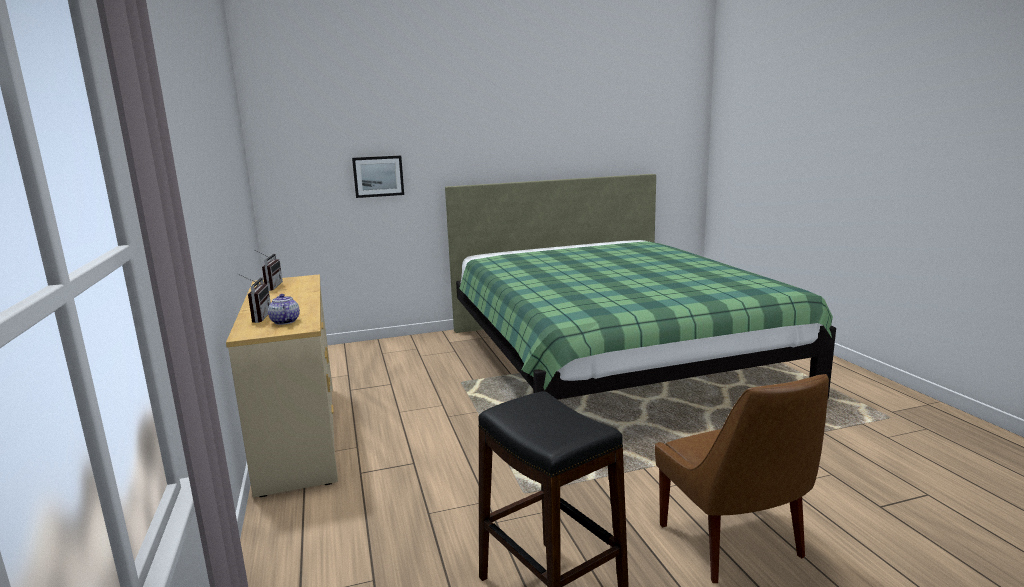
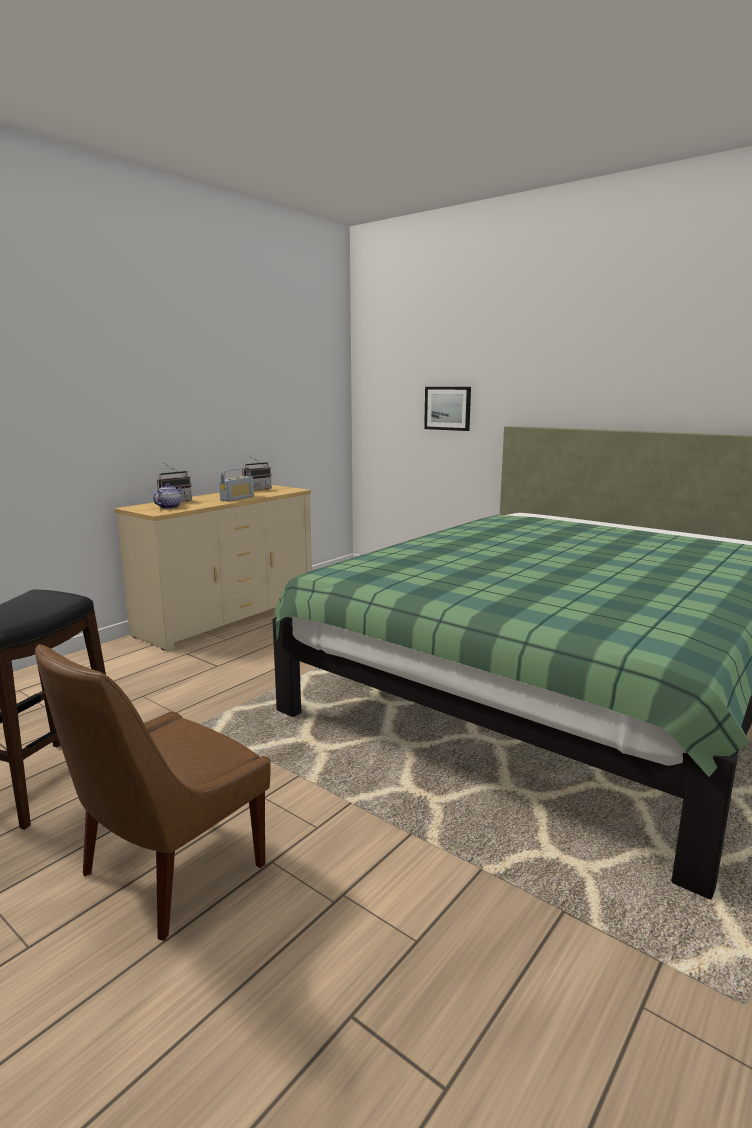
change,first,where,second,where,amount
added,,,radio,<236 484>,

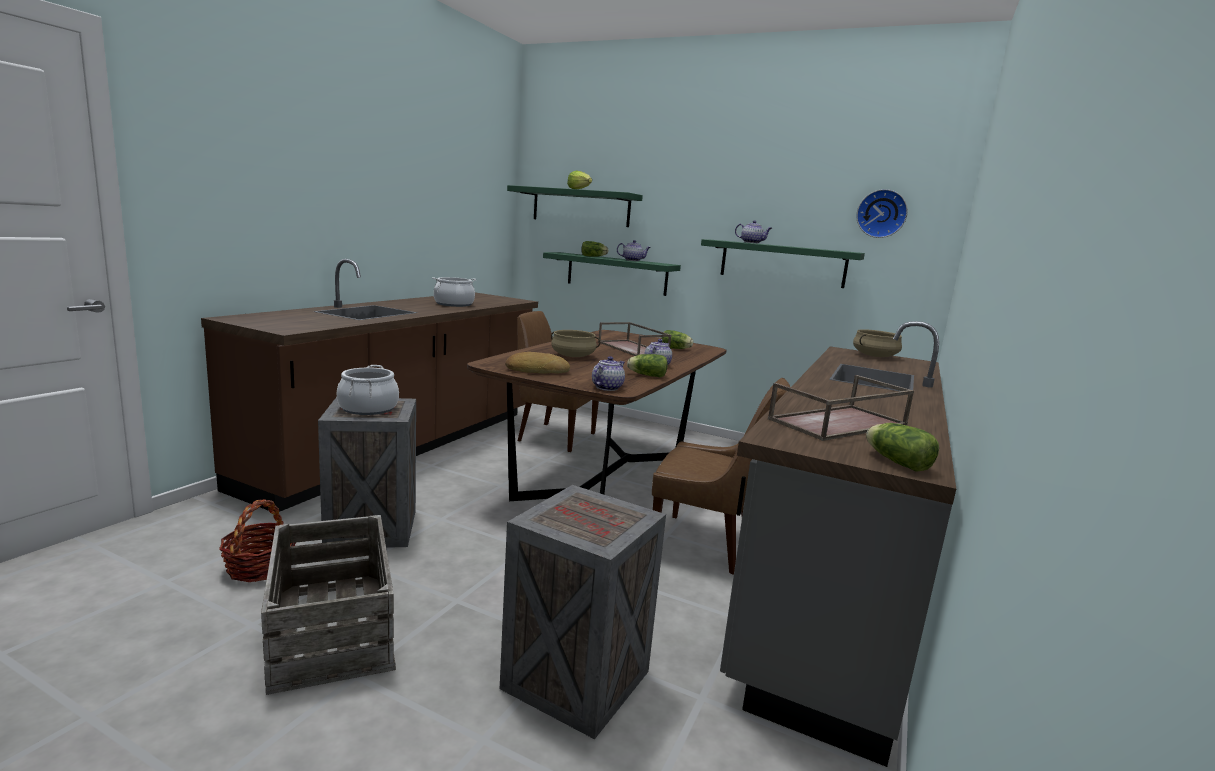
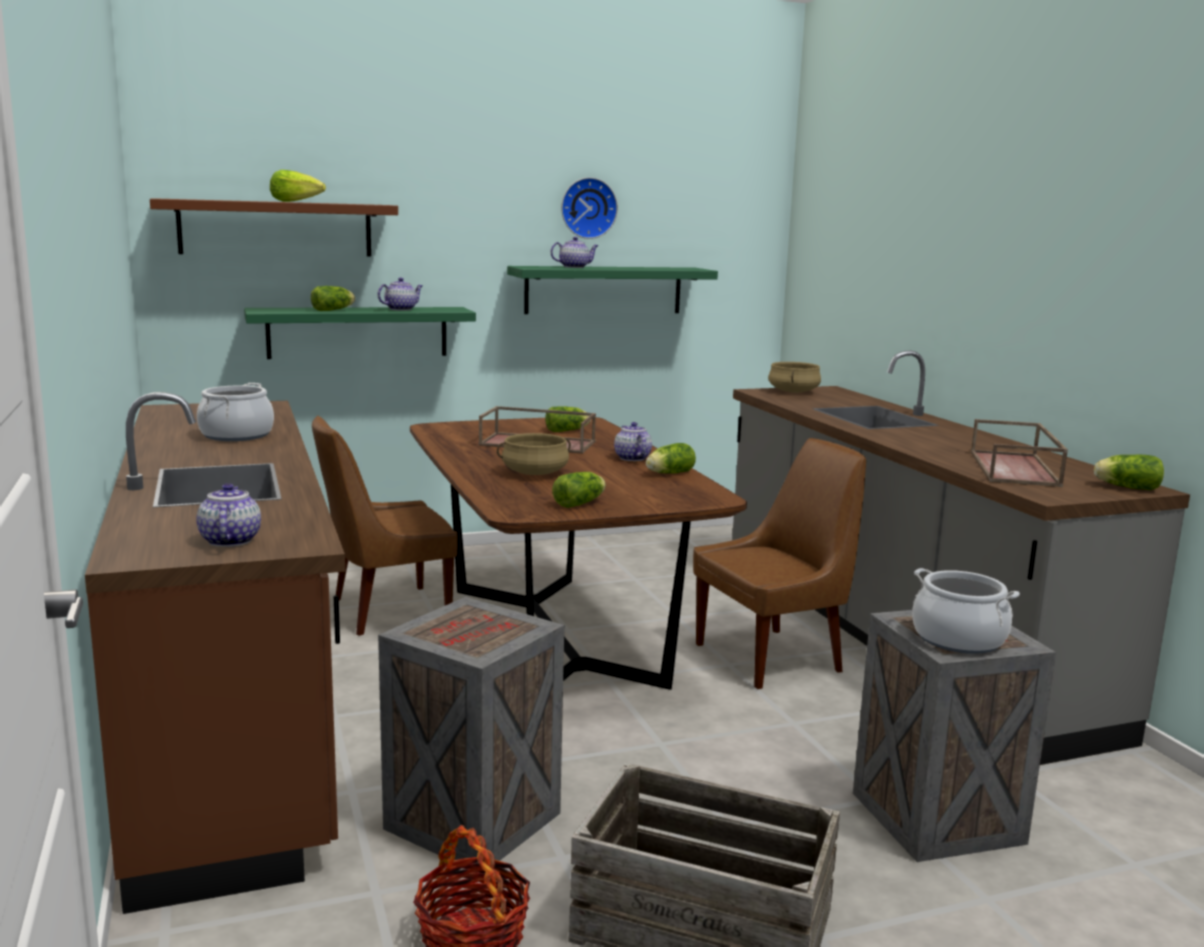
change,first,where,second,where,amount
moved,marmite,<368 390>,,<966 611>,
replaced,pain,<537 363>,laitue,<579 490>,
recoloured,étagère/vert,<575 206>,étagère/marron,<274 227>,
moved,théière,<608 373>,,<228 515>,
moved,horloge murale,<882 213>,,<589 208>,

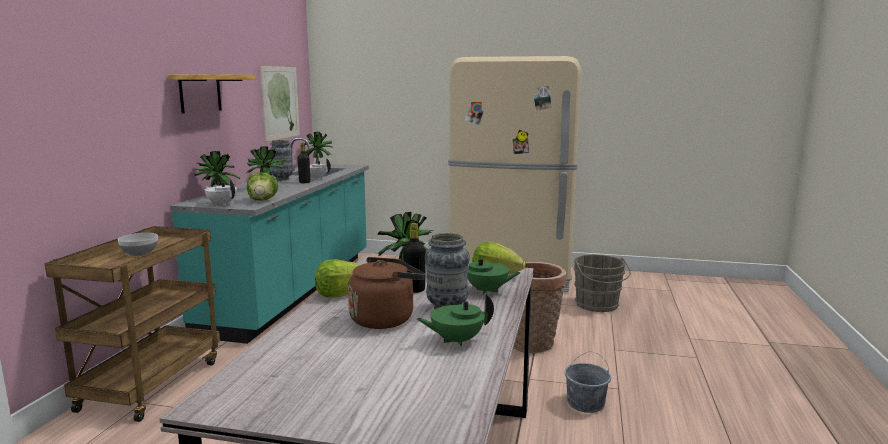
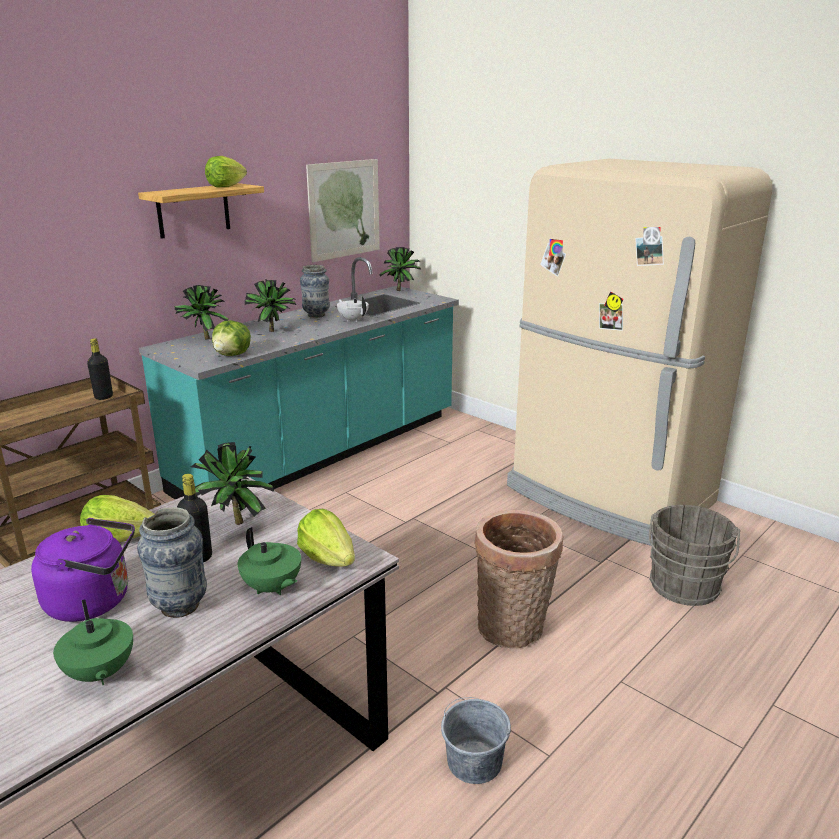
change,first,where,second,where,amount
removed,bol,<138 244>,,,
removed,théière/blanc,<221 192>,,,
moved,bouteille/noir,<303 163>,,<100 369>,
recoloured,bouilloire/marron,<386 293>,bouilloire/violet,<83 570>,
turned,théière/vert,<455 320>,,<93 643>,135 degrees counterclockwise
added,,,laitue,<226 172>,

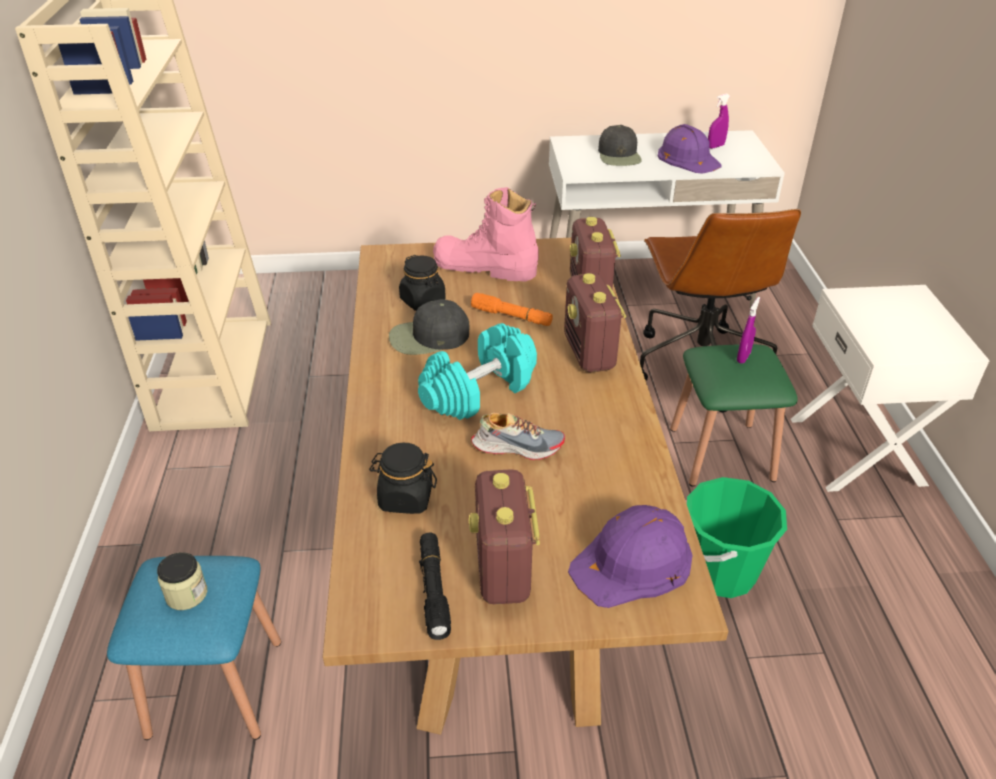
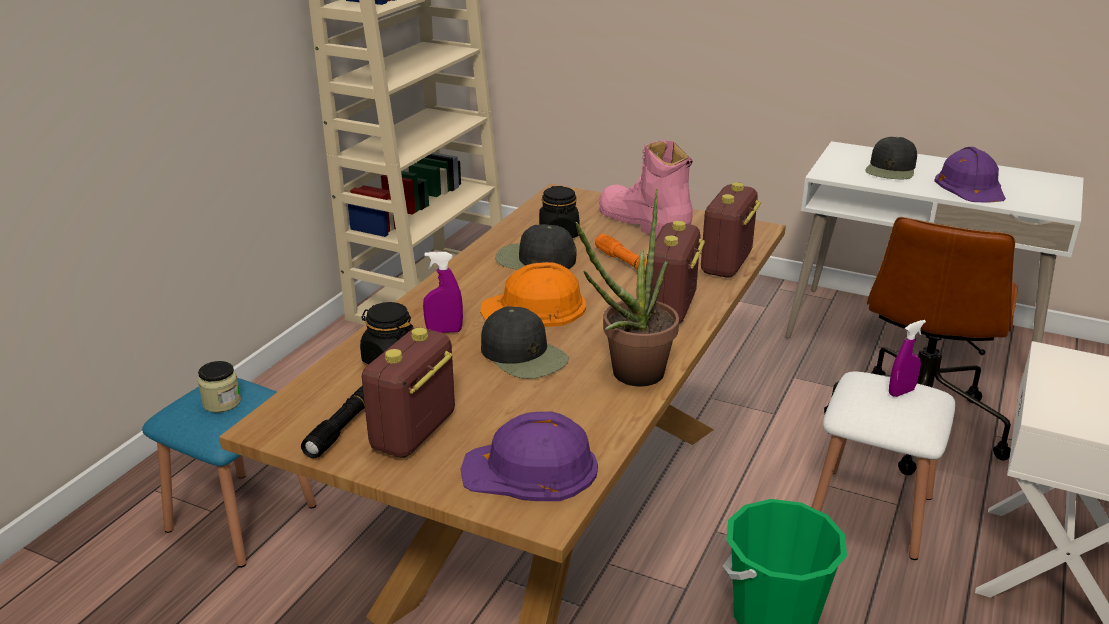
change,first,where,second,where,amount
replaced,haltère/turquoise,<477 371>,casque de chantier/orange,<533 294>,
replaced,chaussure,<518 436>,casquette/noir,<525 342>,
recoloured,tabouret/vert,<734 415>,tabouret/blanc,<883 466>,
moved,vaporisateur/violet,<719 121>,,<443 292>,
added,,,plante en pot,<627 287>,

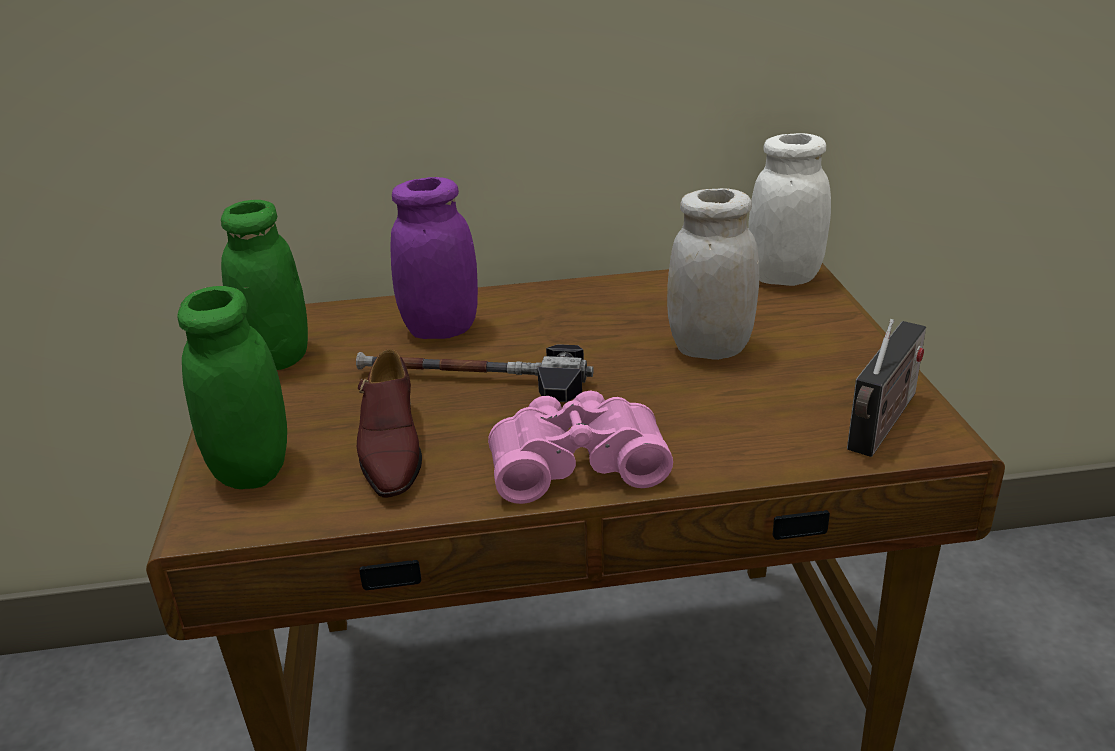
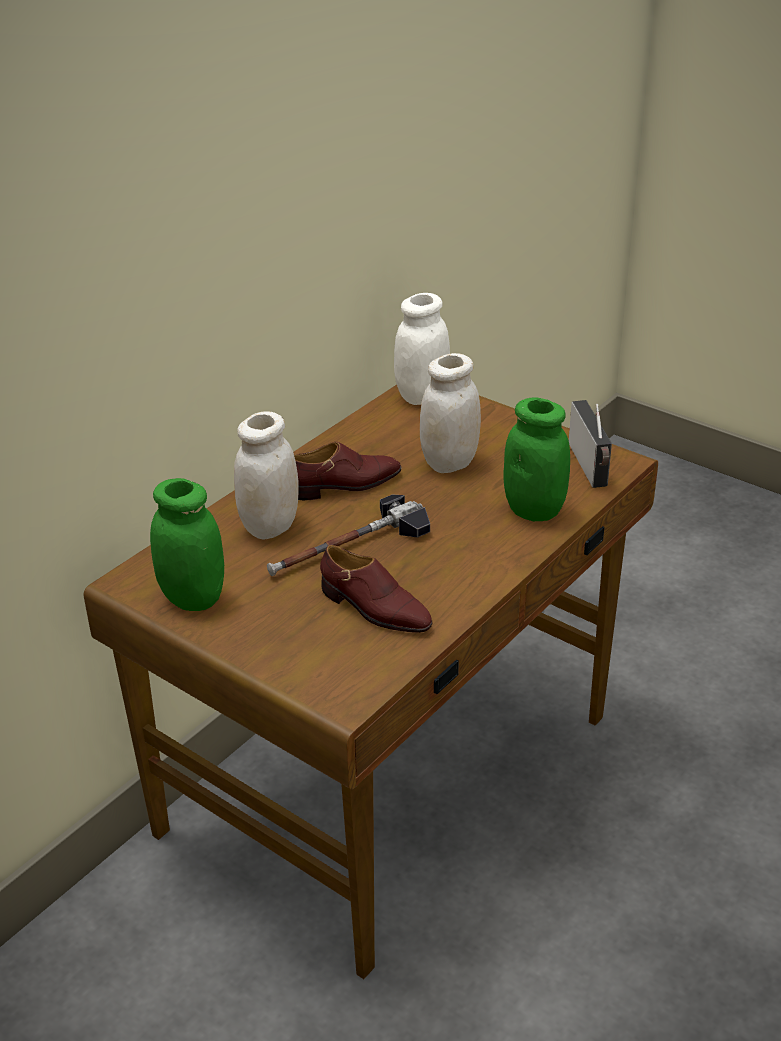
change,first,where,second,where,amount
moved,bocal/vert,<232 387>,,<536 459>,
recoloured,bocal/violet,<434 258>,bocal/blanc,<266 475>,
removed,jumelles/rose,<580 447>,,,
added,,,chaussure/marron,<347 471>,

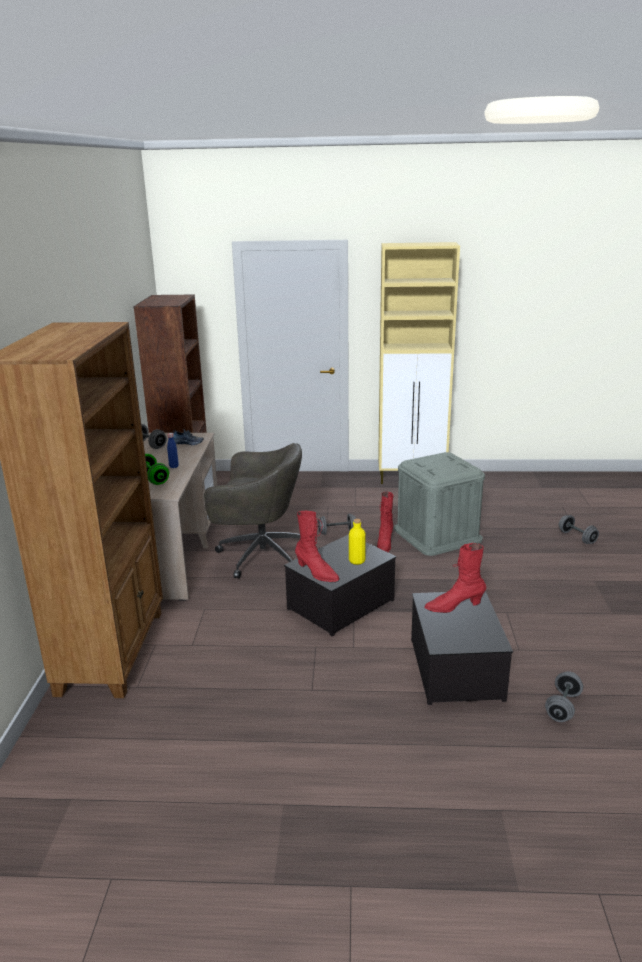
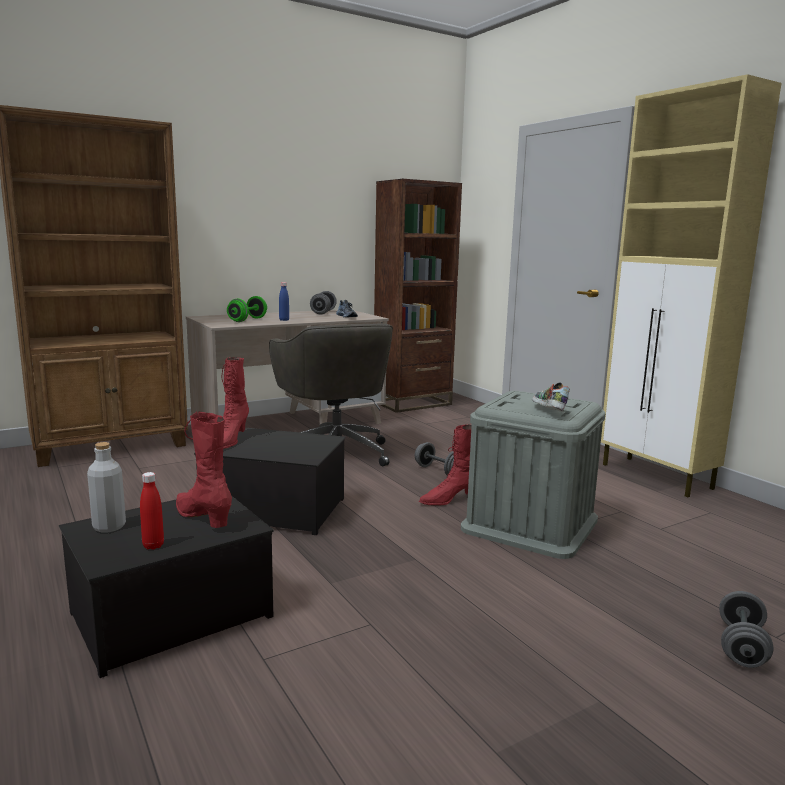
change,first,where,second,where,amount
removed,bouteille/jaune,<357 542>,,,
removed,haltère/gris,<564 696>,,,
added,,,bouteille/gris,<106 487>,
added,,,bouteille/rouge,<152 511>,
added,,,chaussure,<551 397>,

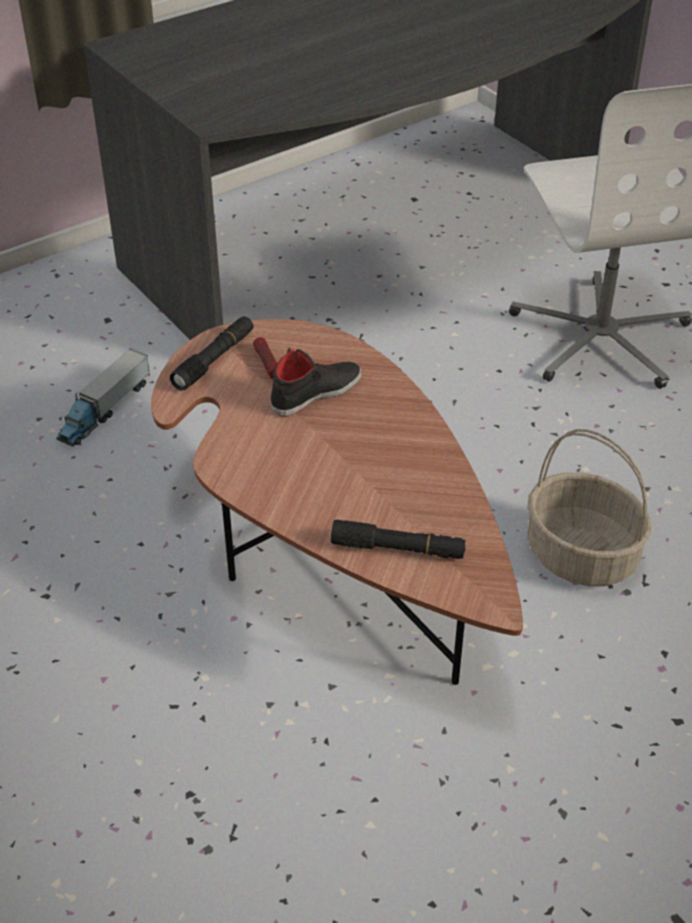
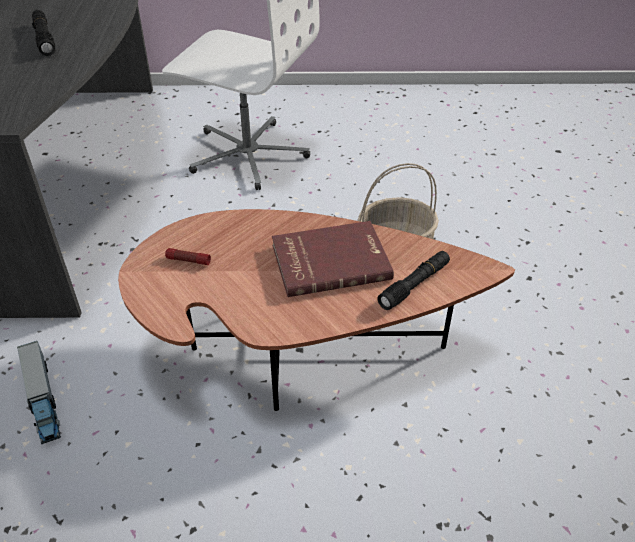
change,first,where,second,where,amount
moved,lampe de poche/noir,<211 353>,,<43 33>,
removed,chaussure/noir,<316 382>,,,
added,,,livre/rouge,<333 259>,

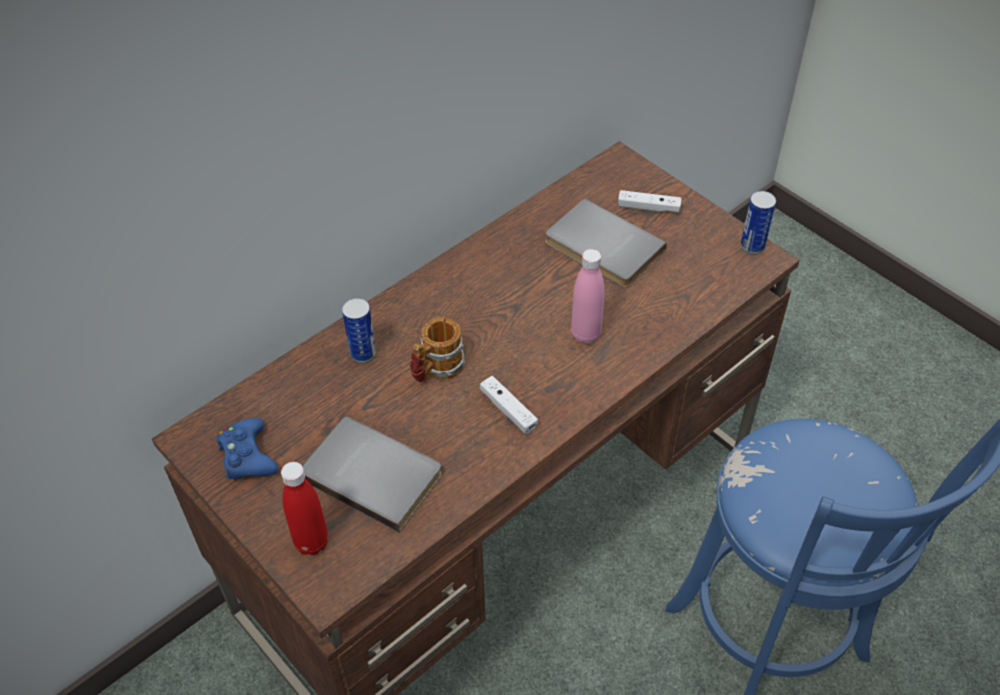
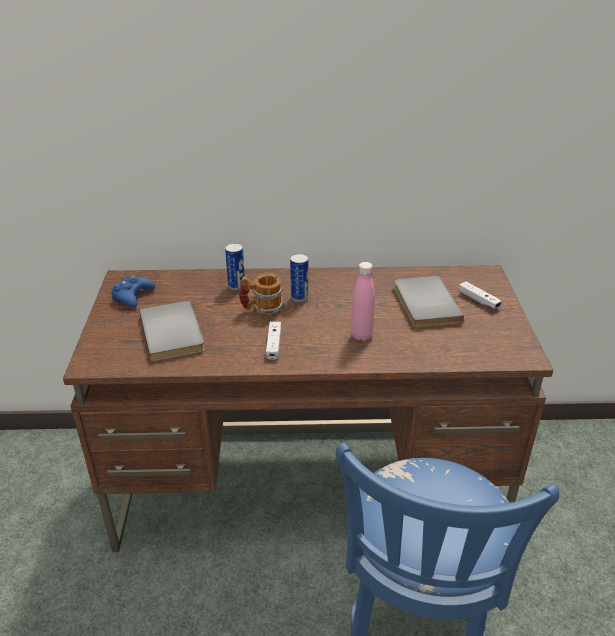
change,first,where,second,where,amount
removed,bouteille/rouge,<304 508>,,,
moved,boîte métallique,<758 222>,,<299 278>,

